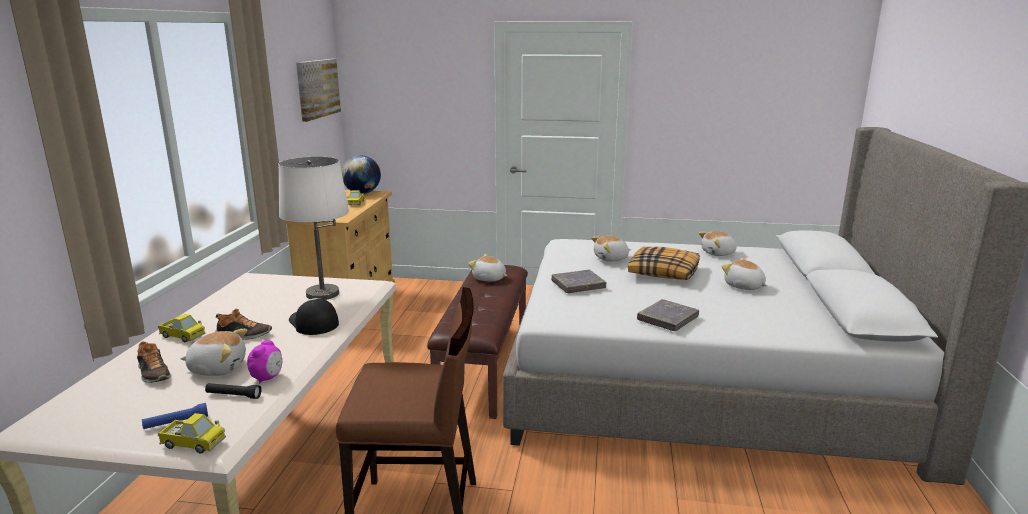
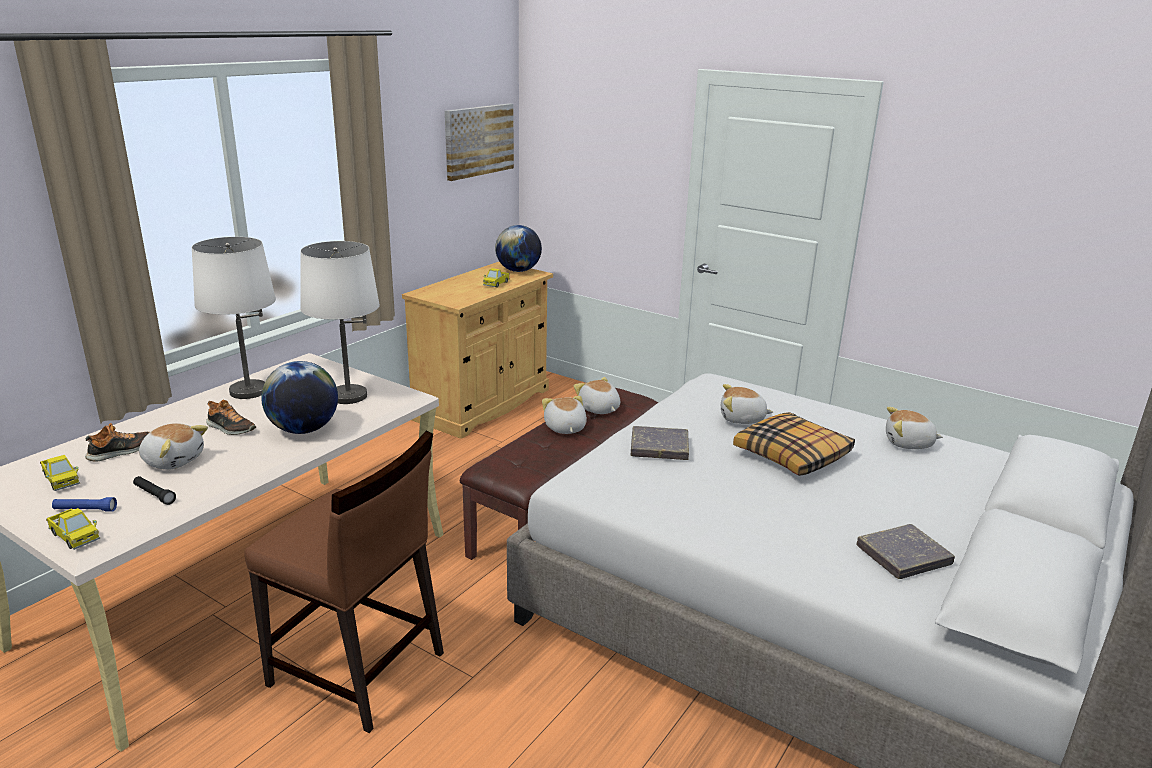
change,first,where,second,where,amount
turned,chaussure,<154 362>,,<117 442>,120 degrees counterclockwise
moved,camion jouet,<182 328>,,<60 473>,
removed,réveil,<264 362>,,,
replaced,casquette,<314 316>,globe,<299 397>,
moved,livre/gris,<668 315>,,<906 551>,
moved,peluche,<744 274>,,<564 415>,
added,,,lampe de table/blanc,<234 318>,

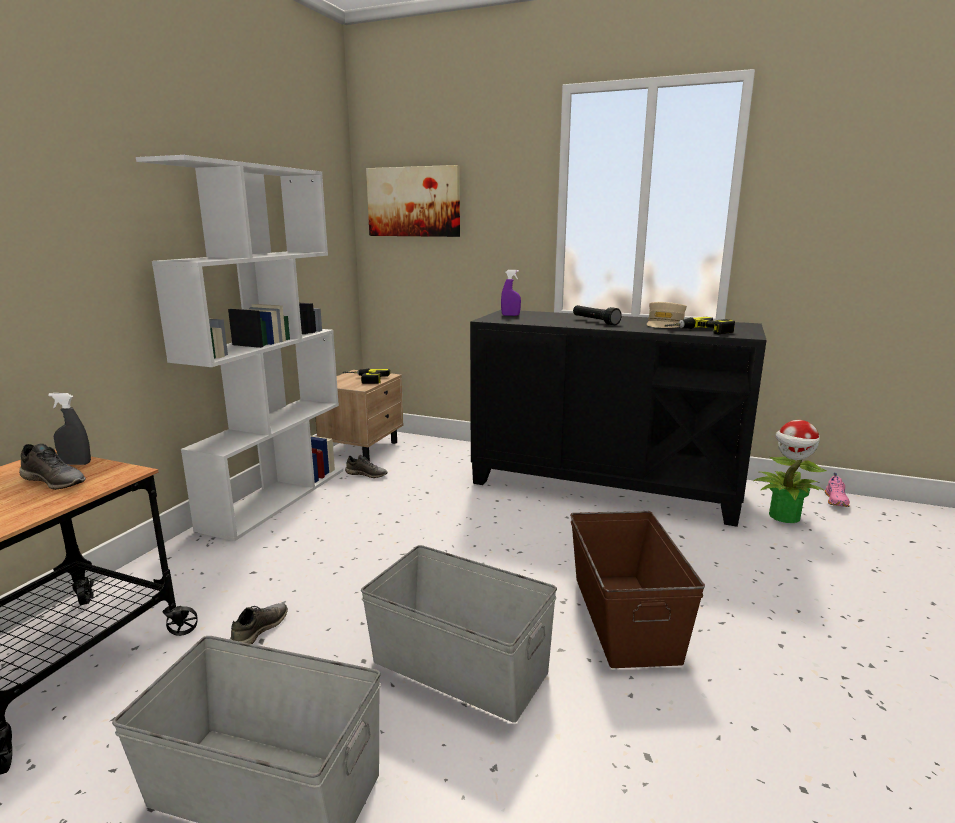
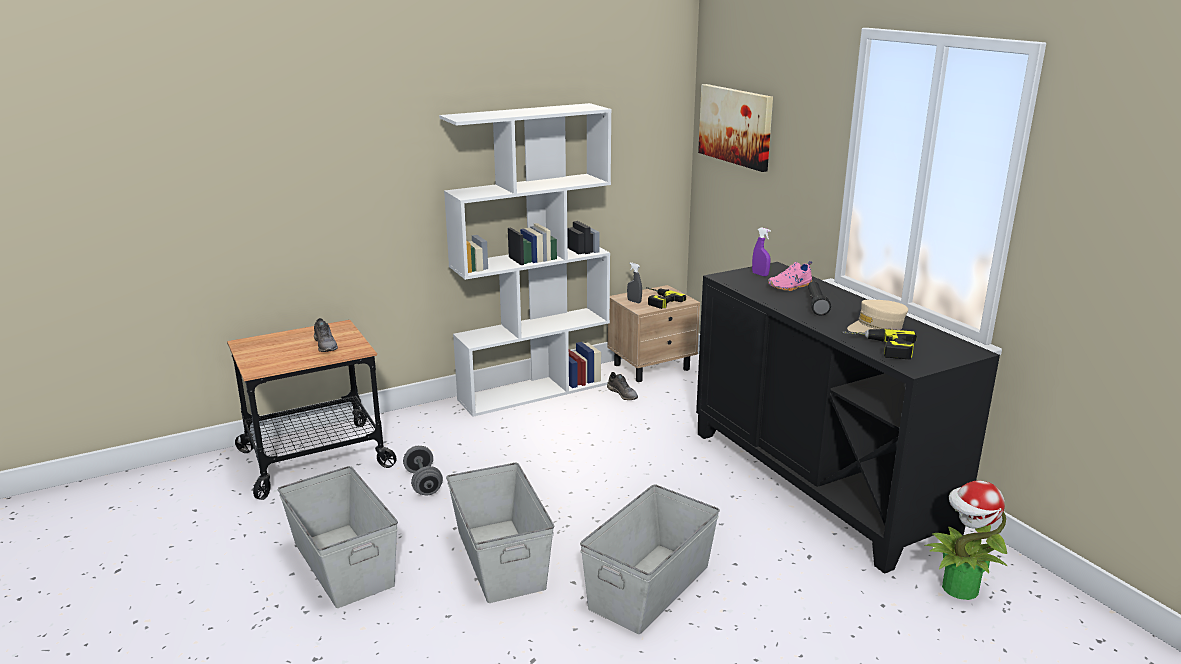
change,first,where,second,where,amount
moved,vaporisateur/gris,<69 429>,,<634 282>,
replaced,chaussure/gris,<259 623>,haltère/gris,<423 471>,
recoloured,boîte de rangement/marron,<637 589>,boîte de rangement/gris,<650 559>,
moved,chaussure/rose,<837 490>,,<790 276>,

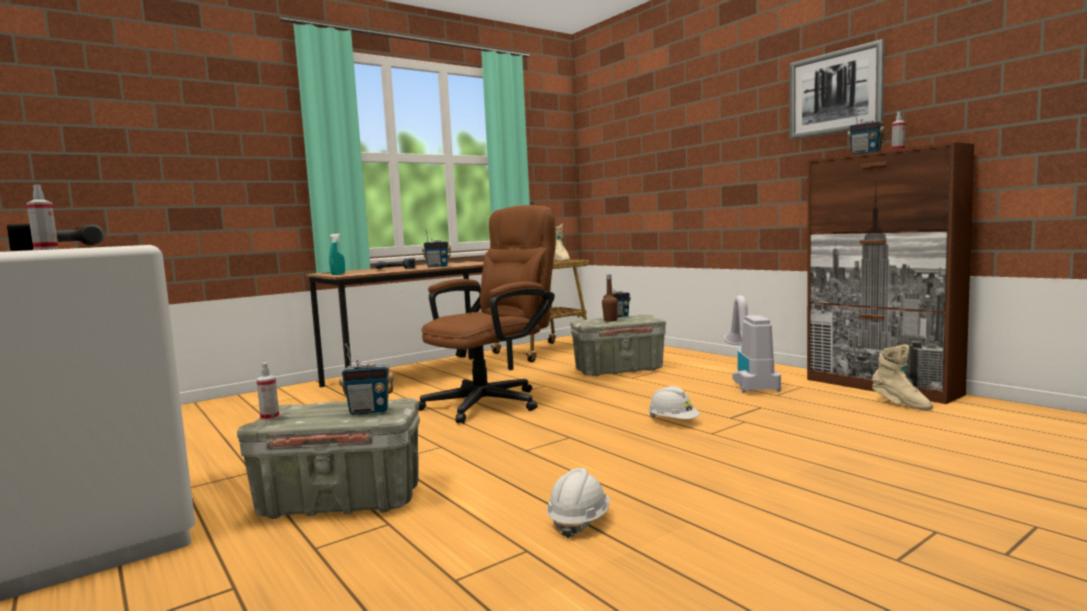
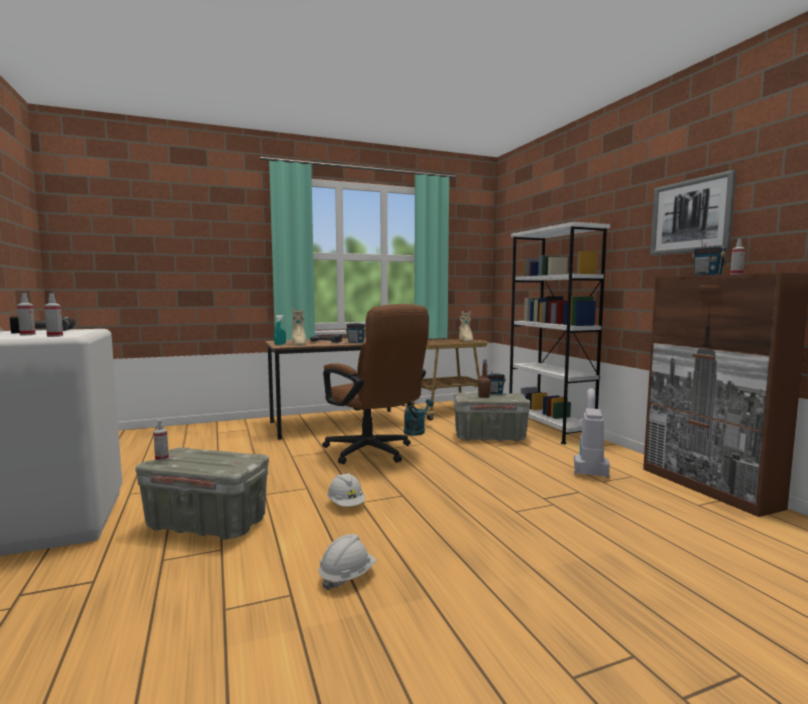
change,first,where,second,where,amount
removed,radio,<366 379>,,,
turned,chaise de bureau/marron,<487 314>,,<375 384>,75 degrees clockwise
moved,casque de chantier/blanc,<674 402>,,<346 490>,
moved,botte/beige,<902 377>,,<298 327>,
added,,,vaporisateur,<53 315>,
added,,,arrosoir/turquoise,<419 417>,
added,,,bibliothèque/blanc,<559 333>,

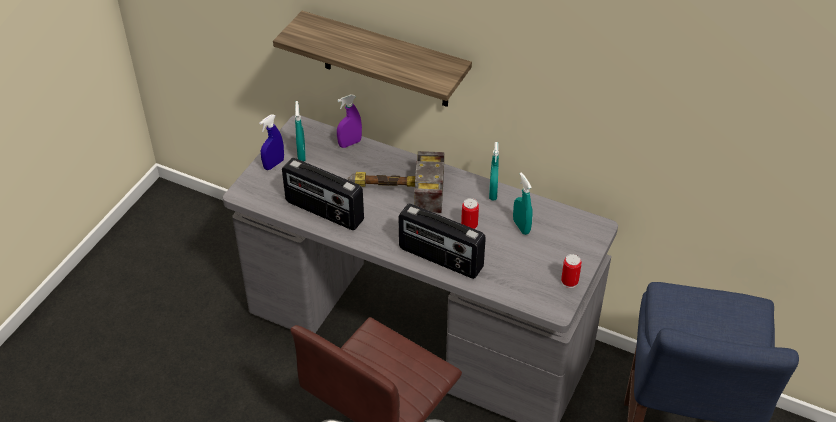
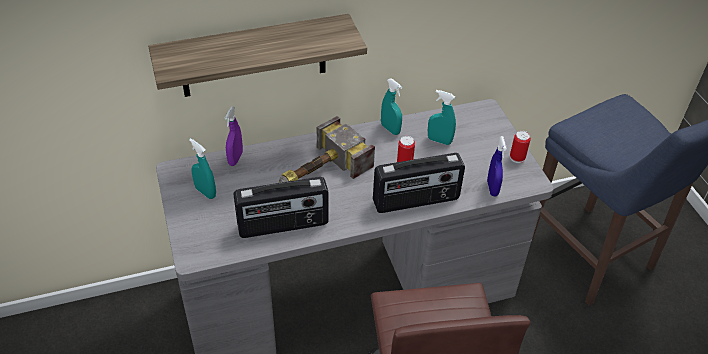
change,first,where,second,where,amount
moved,vaporisateur/bleu,<271 142>,,<497 166>,

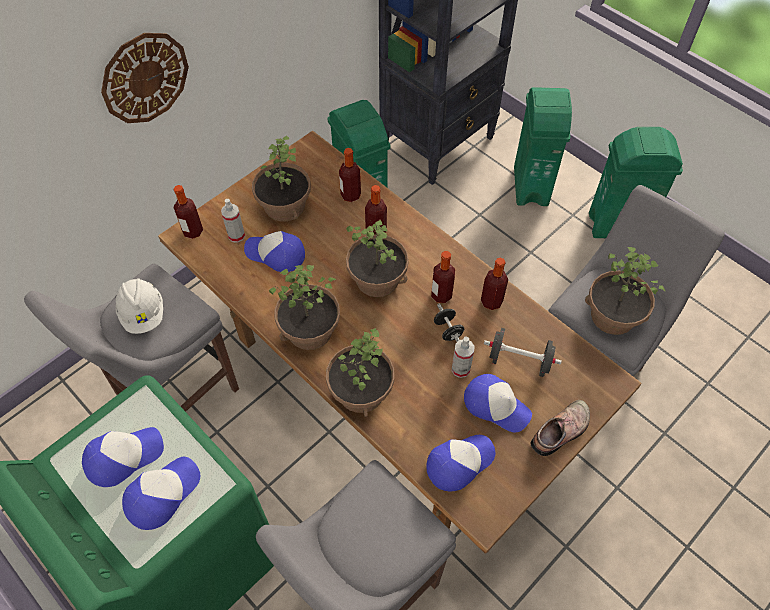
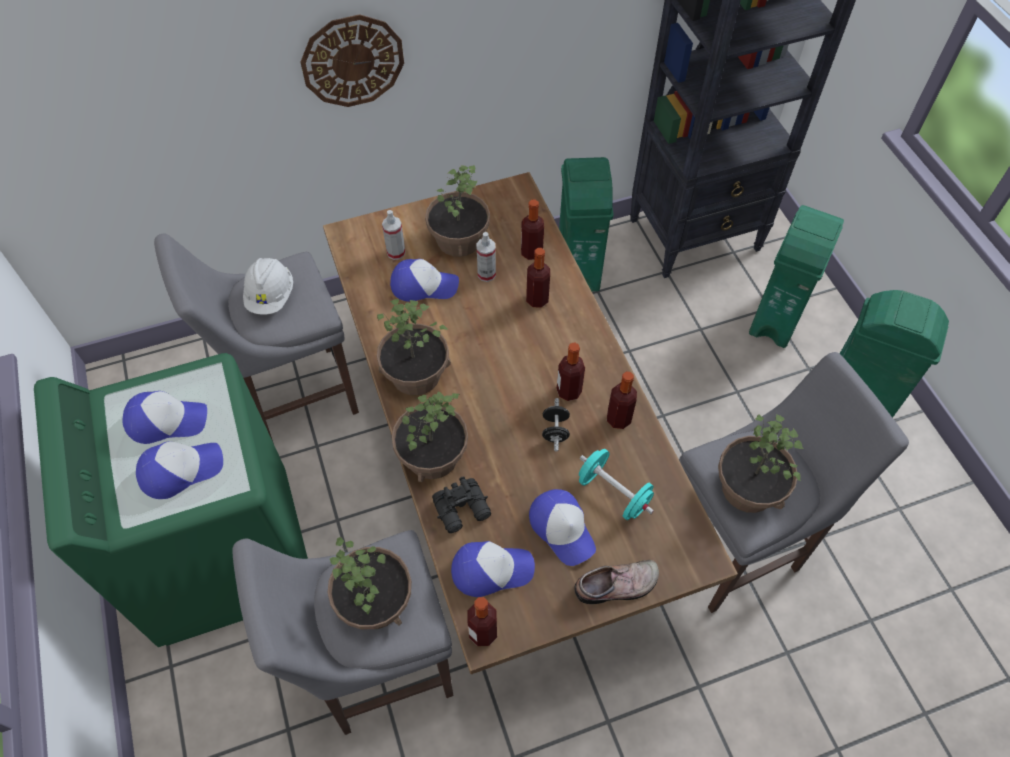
change,first,where,second,where,amount
moved,bouteille,<188 212>,,<482 621>,
turned,casquette,<274 251>,,<424 280>,135 degrees clockwise
moved,plante en pot,<377 258>,,<370 583>,
moved,vaporisateur,<463 357>,,<486 257>,
recoloured,haltère/noir,<523 352>,haltère/turquoise,<616 484>,
added,,,jumelles/noir,<461 504>,

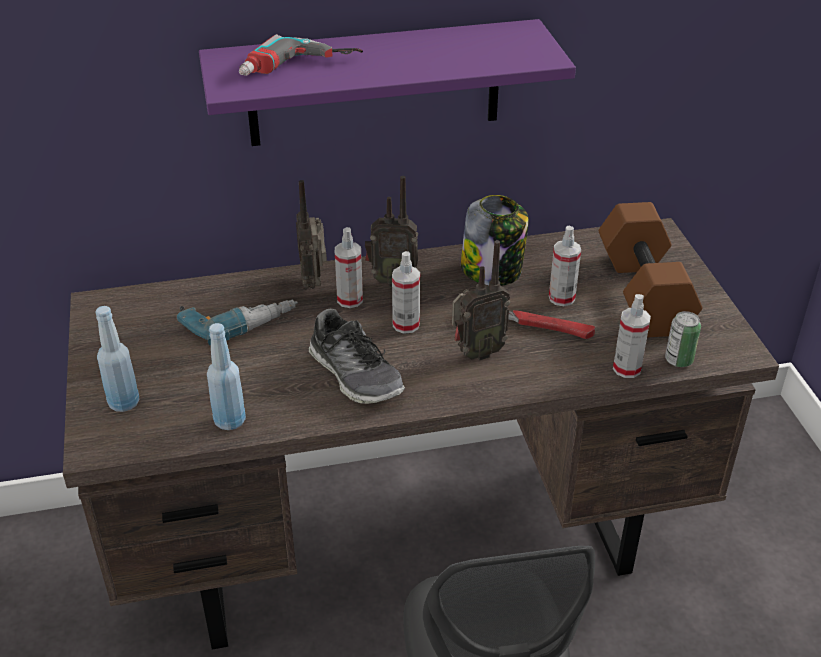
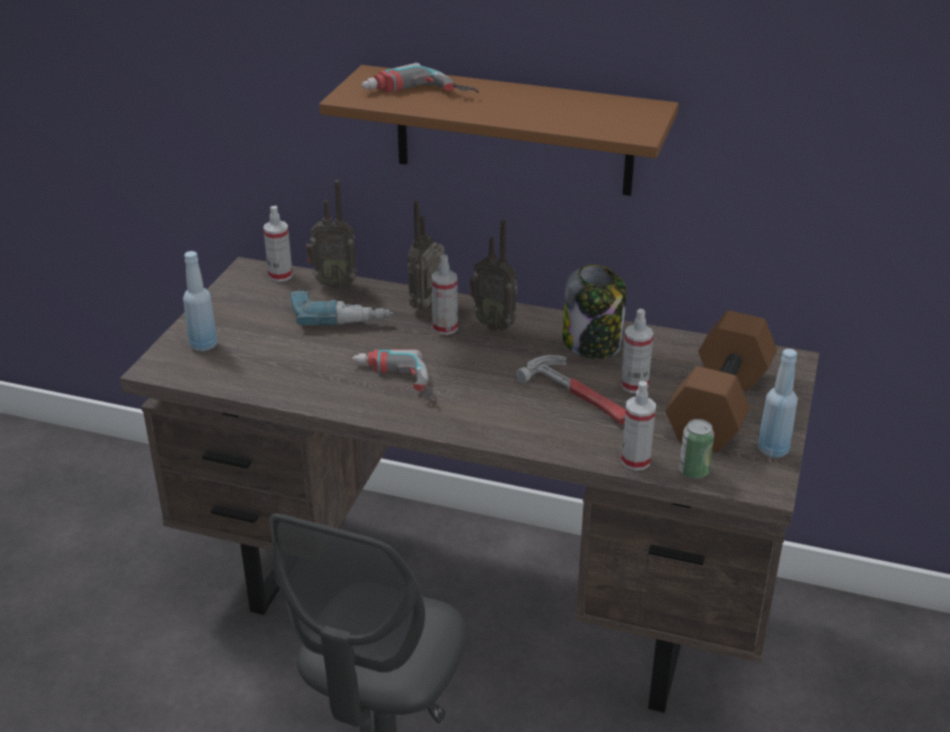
change,first,where,second,where,amount
recoloured,étagère/violet,<387 82>,étagère/marron,<499 130>,
moved,bouteille/bleu,<226 376>,,<778 403>,
replaced,chaussure,<357 356>,perceuse,<394 376>,
moved,vaporisateur,<406 292>,,<278 244>,
moved,radio,<481 300>,,<331 234>,

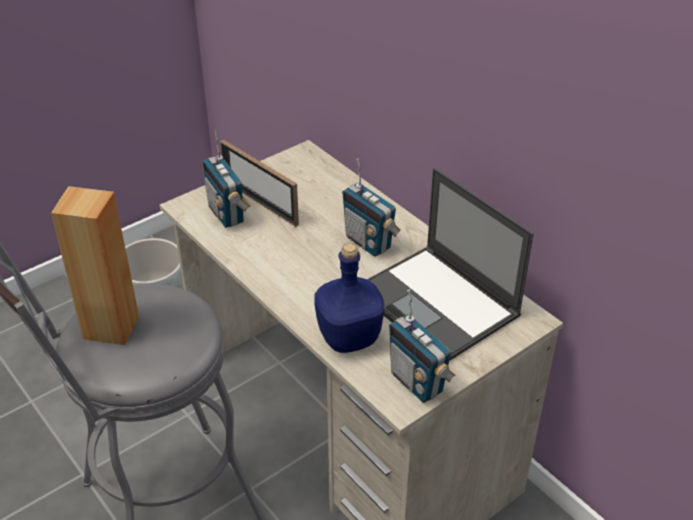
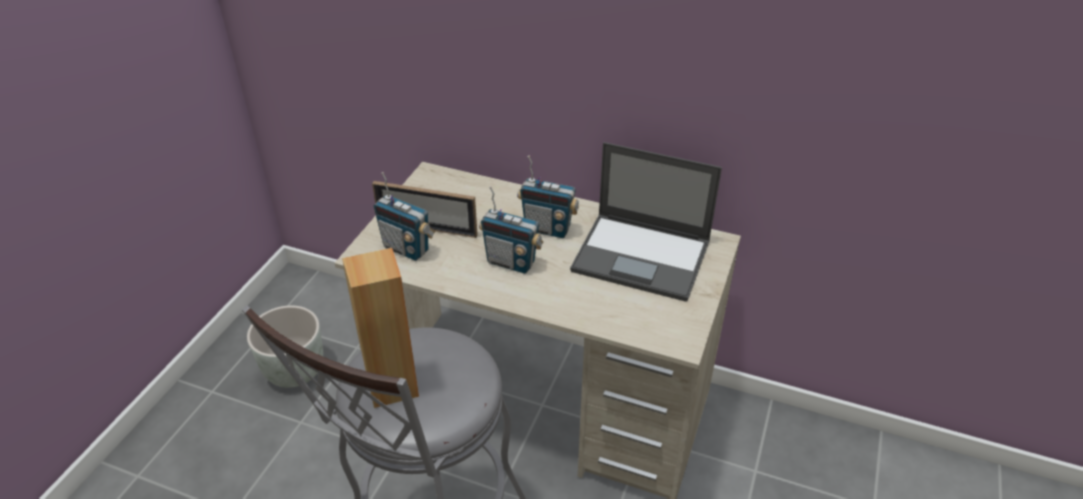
change,first,where,second,where,amount
removed,bouteille/bleu,<349 298>,,,
moved,radio,<422 346>,,<511 230>,

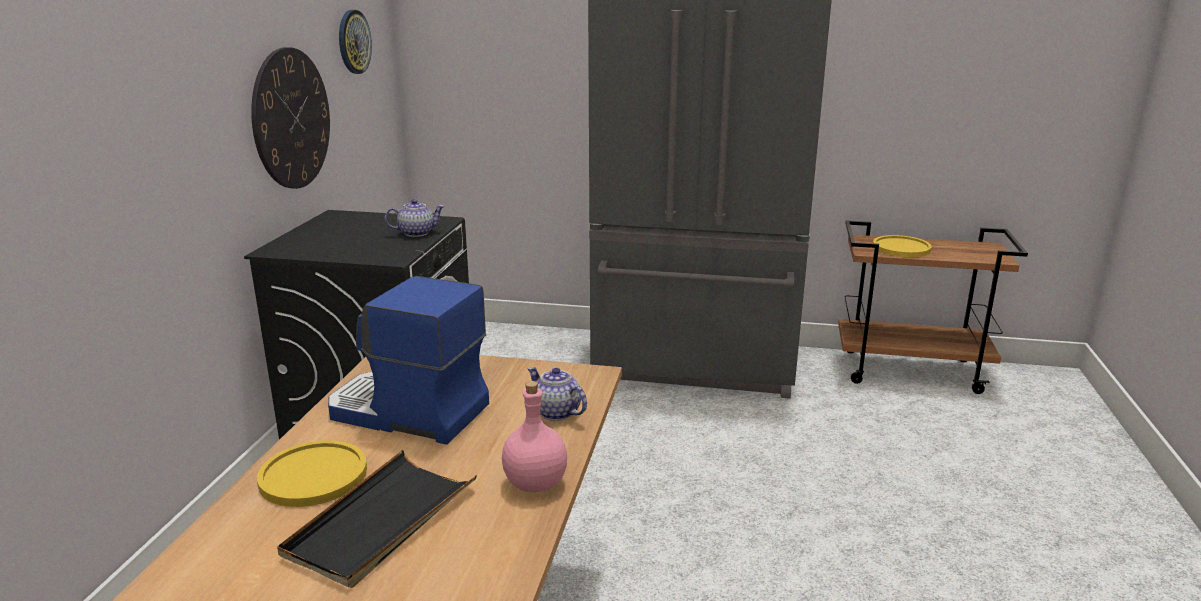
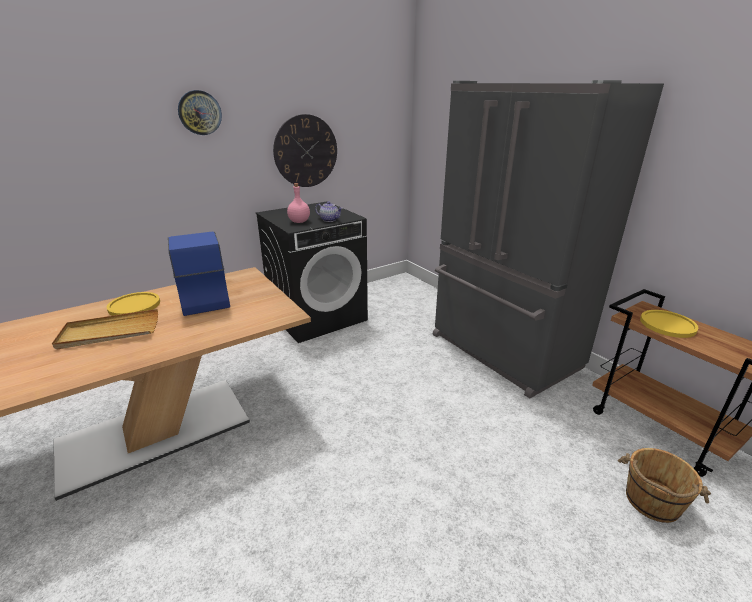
change,first,where,second,where,amount
recoloured,plateau/noir,<377 519>,plateau/beige,<105 329>,
moved,horloge murale,<355 42>,,<200 112>,
moved,bouteille/rose,<534 436>,,<298 203>,
removed,théière,<557 394>,,,
added,,,seau/marron,<664 485>,

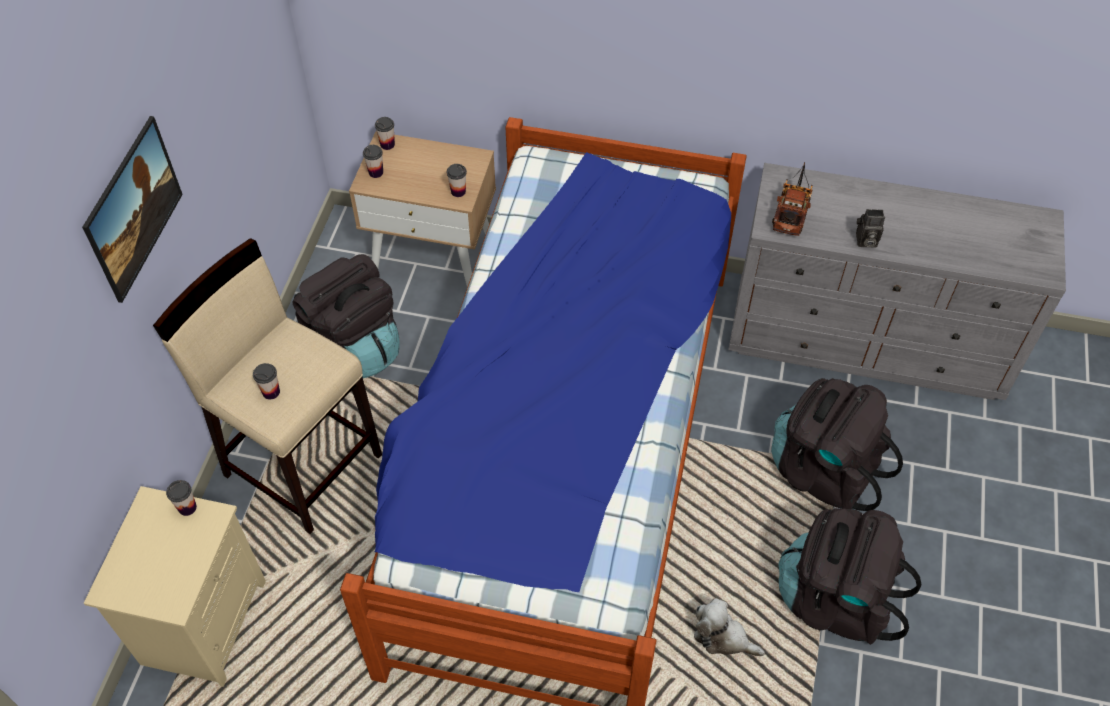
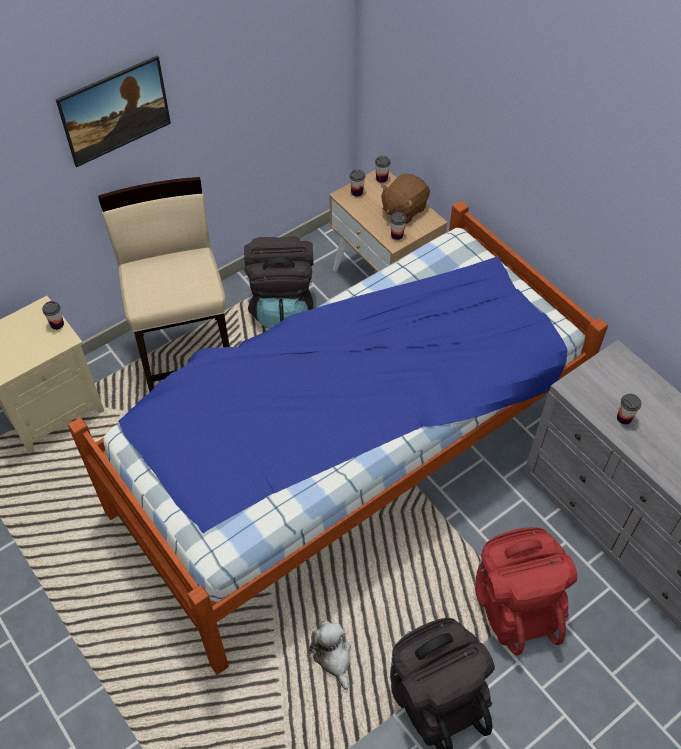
change,first,where,second,where,amount
moved,tasse,<266 381>,,<629 409>,
recoloured,sac à dos/noir,<837 444>,sac à dos/rouge,<526 591>,
removed,camion jouet,<792 199>,,,
removed,appareil photo,<870 228>,,,
added,,,peluche/marron,<405 198>,

